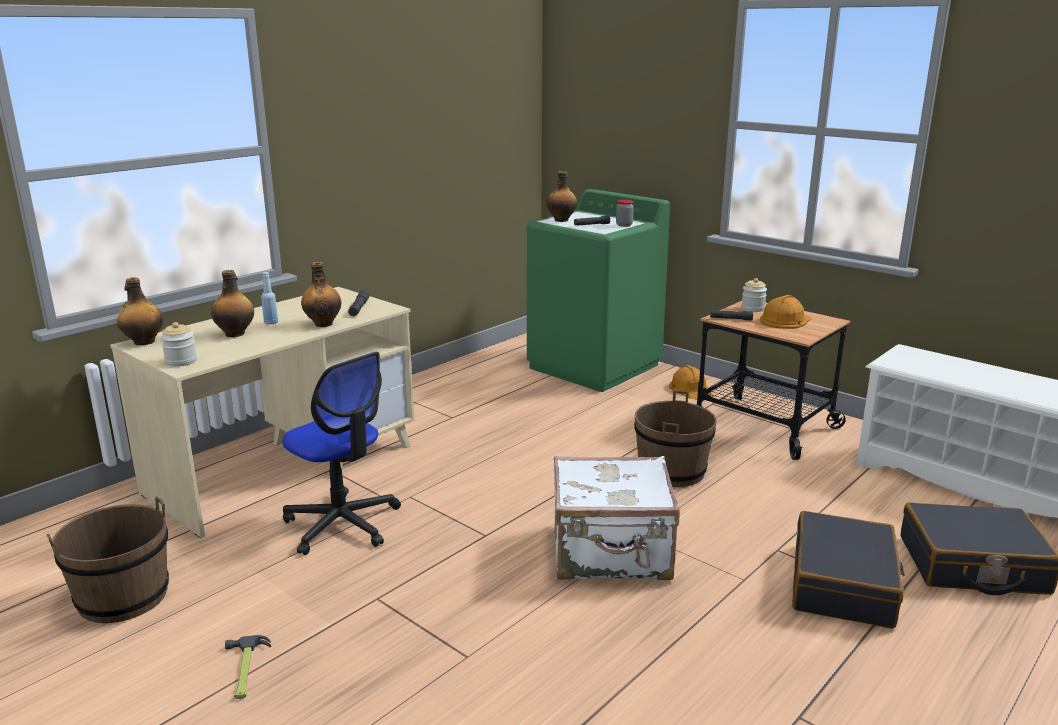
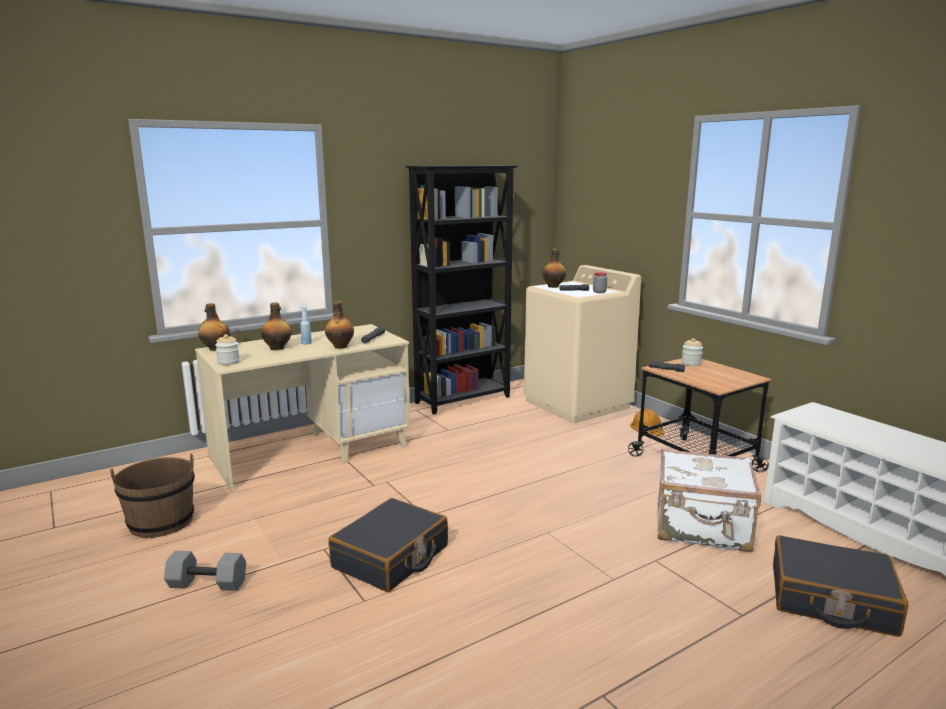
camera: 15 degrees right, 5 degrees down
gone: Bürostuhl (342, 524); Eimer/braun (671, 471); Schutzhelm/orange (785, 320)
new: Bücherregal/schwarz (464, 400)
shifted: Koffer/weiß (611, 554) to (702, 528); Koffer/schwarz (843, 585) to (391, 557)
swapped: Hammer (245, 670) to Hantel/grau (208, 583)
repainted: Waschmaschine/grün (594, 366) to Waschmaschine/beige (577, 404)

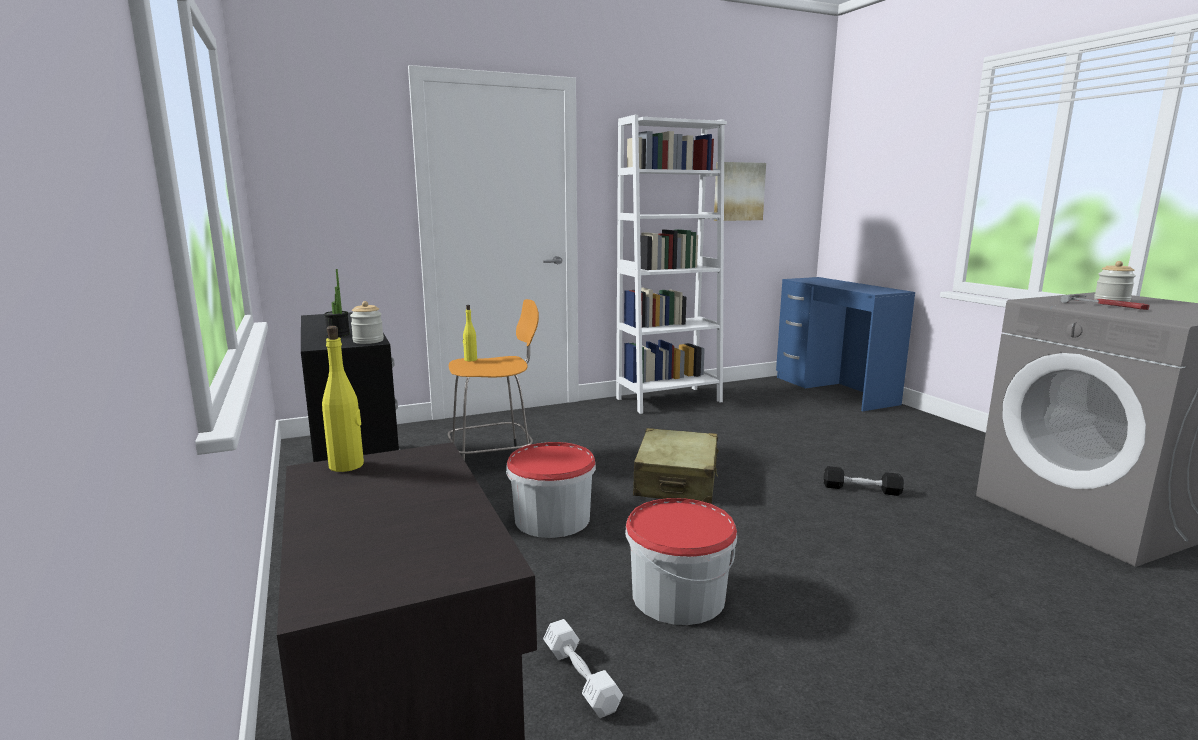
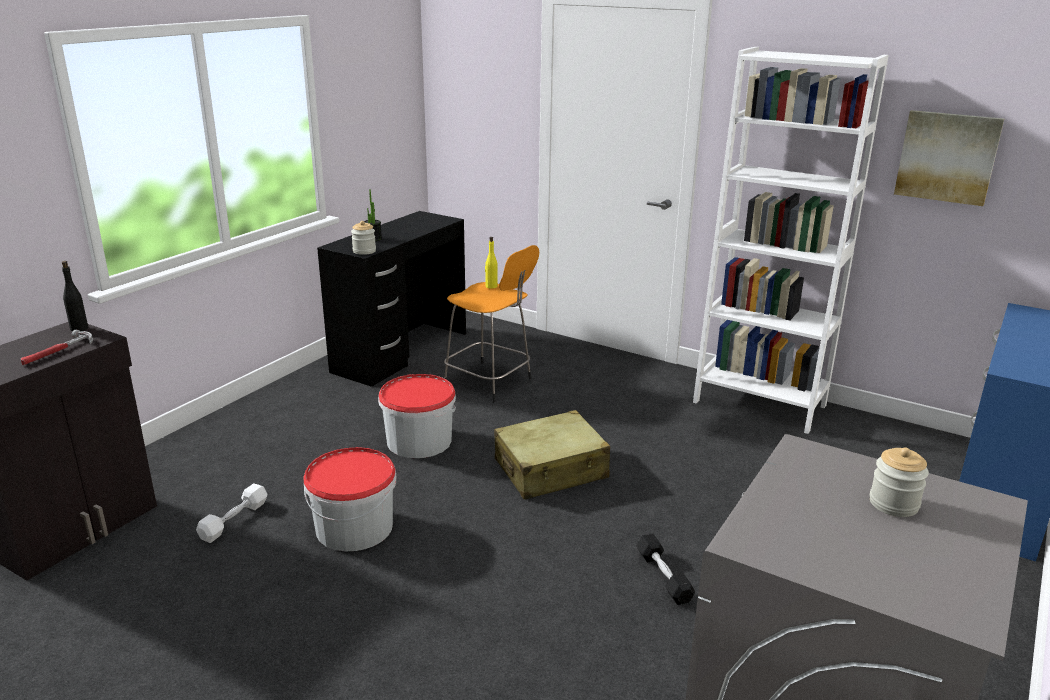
camera: 55 degrees right, 10 degrees up
shifted: Hammer (1105, 306) to (57, 352)
repainted: Flasche/gelb (347, 465) to Flasche/schwarz (79, 328)

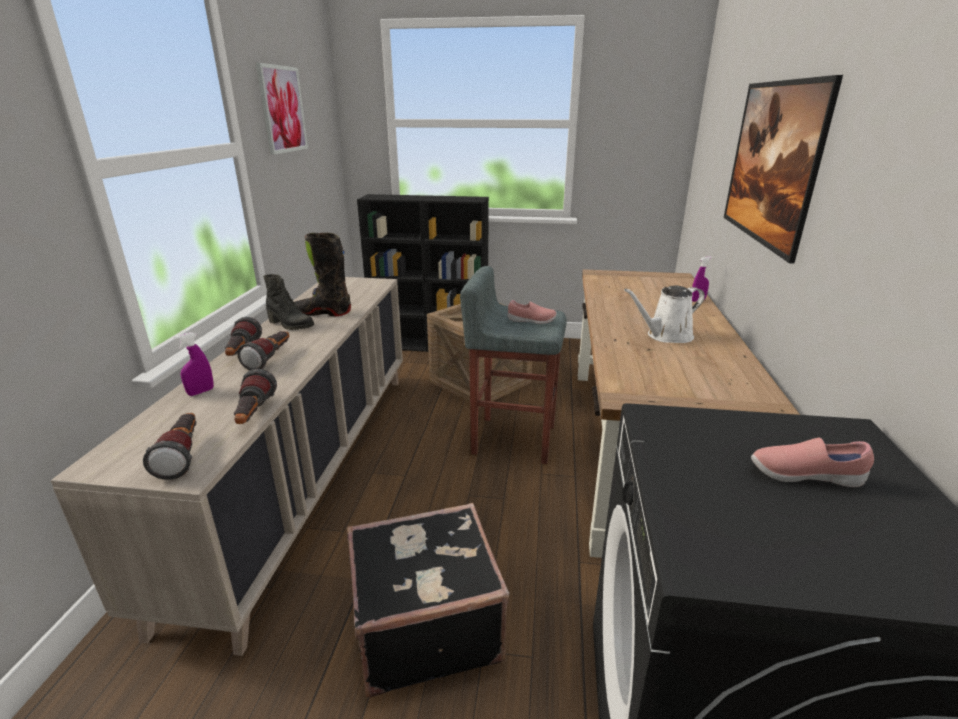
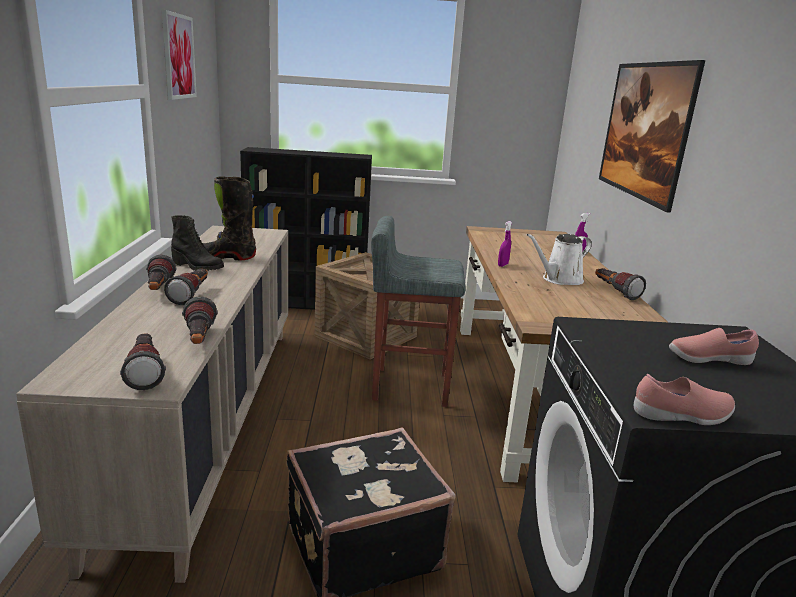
camera: 10 degrees left, 5 degrees down
new: Taschenlampe (614, 292)
shifted: Sprühflasche/lila (201, 392) to (503, 265); Schuh/rosa (531, 321) to (682, 416)

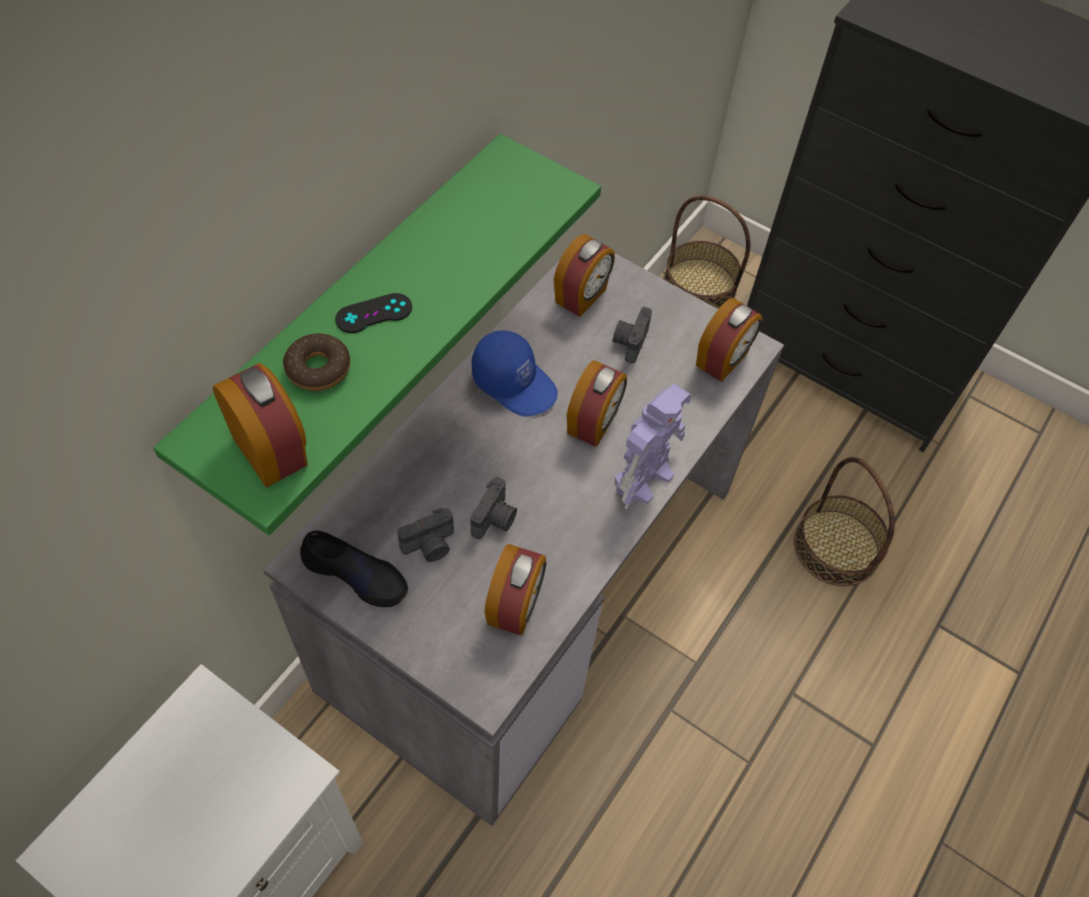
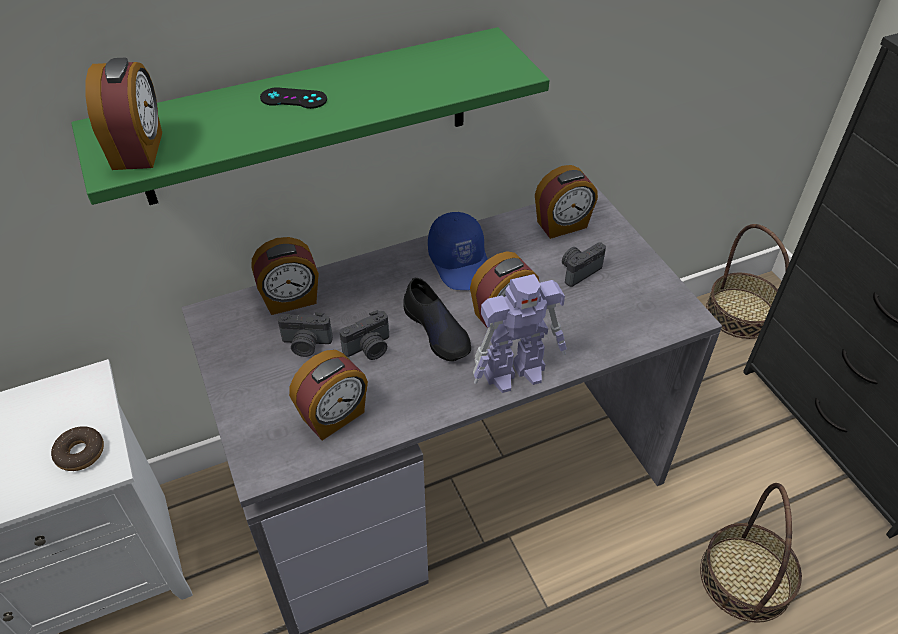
camera: 35 degrees right, 10 degrees down
shifted: Donut (318, 368) to (80, 453); Schuh/schwarz (356, 574) to (437, 330); Wecker (723, 360) to (291, 300)

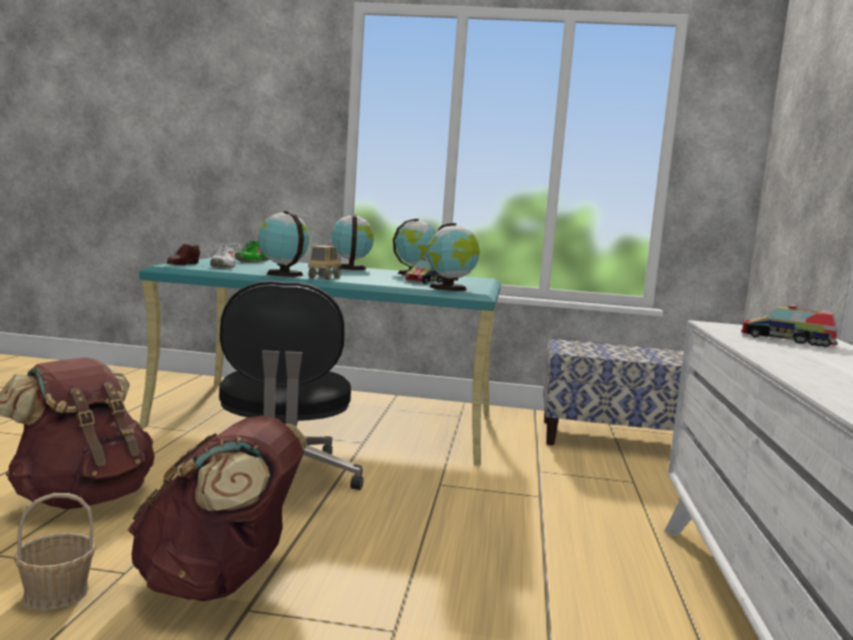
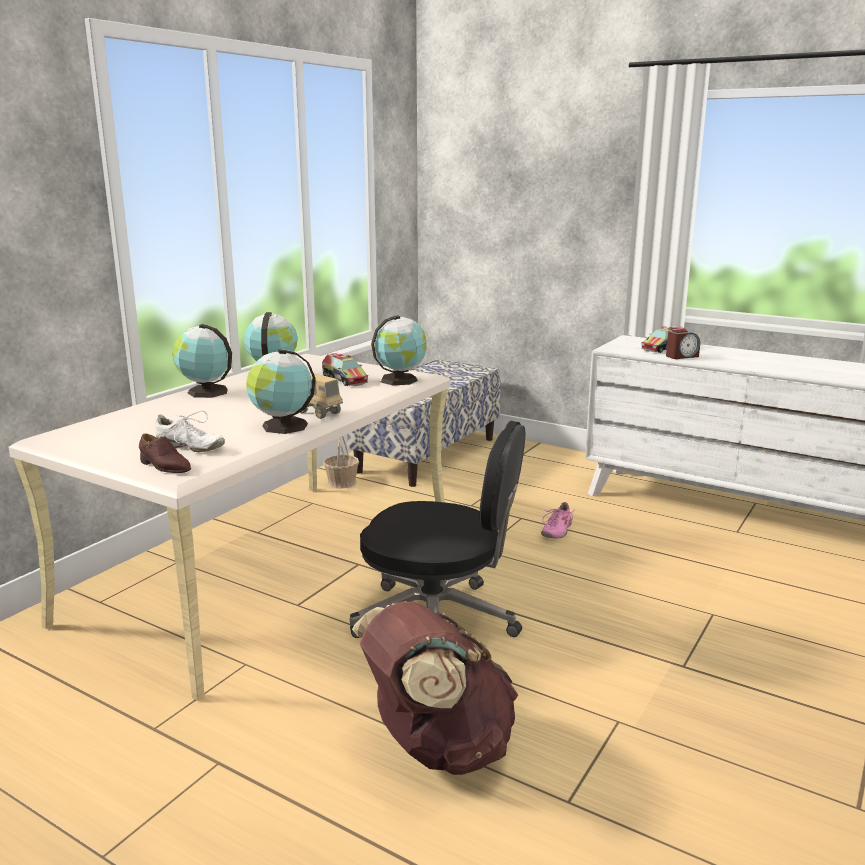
camera: 65 degrees left, 10 degrees up
gone: Rucksack/braun (218, 582); Schuh/grün (252, 261)
new: Schuh/rosa (556, 531); Wecker (681, 356)
shifted: Korb (55, 593) to (341, 482)
repainted: Schreibtisch/türkis (330, 419) to Schreibtisch/beige (270, 568)

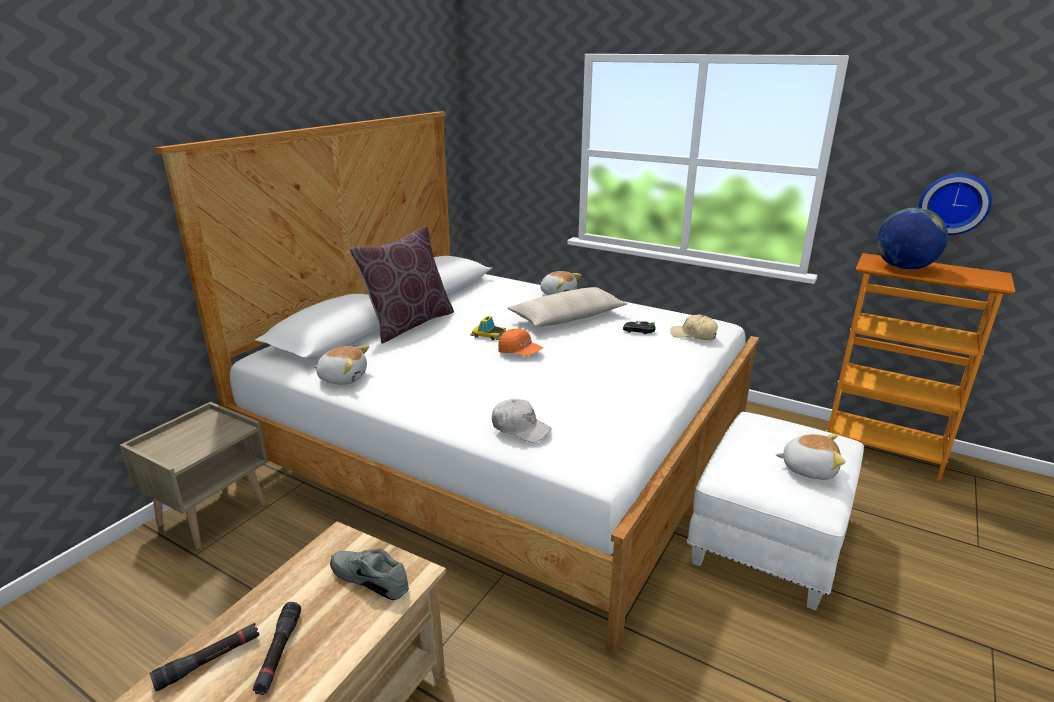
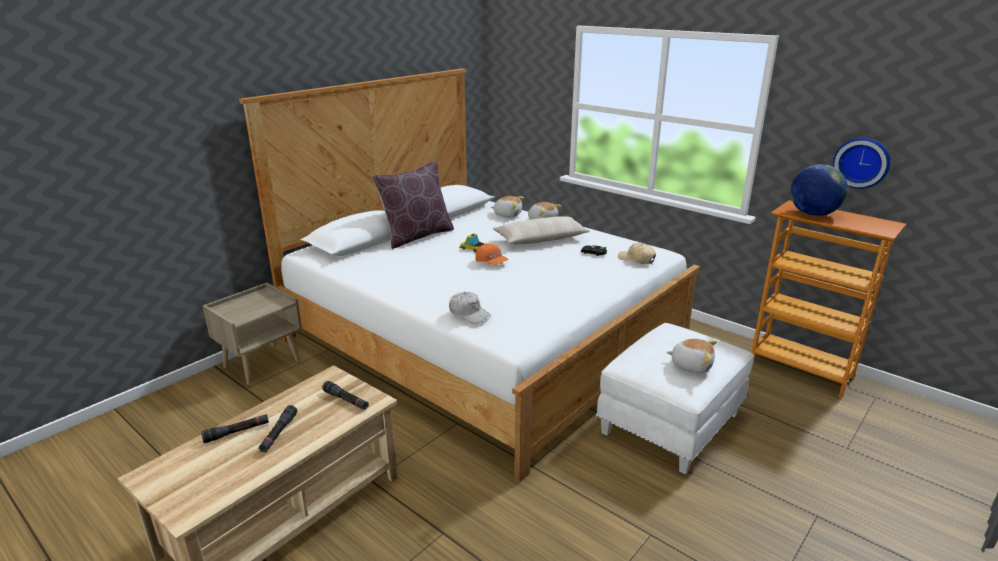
camera: 10 degrees right, 0 degrees up
shifted: Plüschtier (343, 377) to (507, 215)
swapped: Schuh/grau (370, 578) to Taschenlampe/schwarz (346, 400)

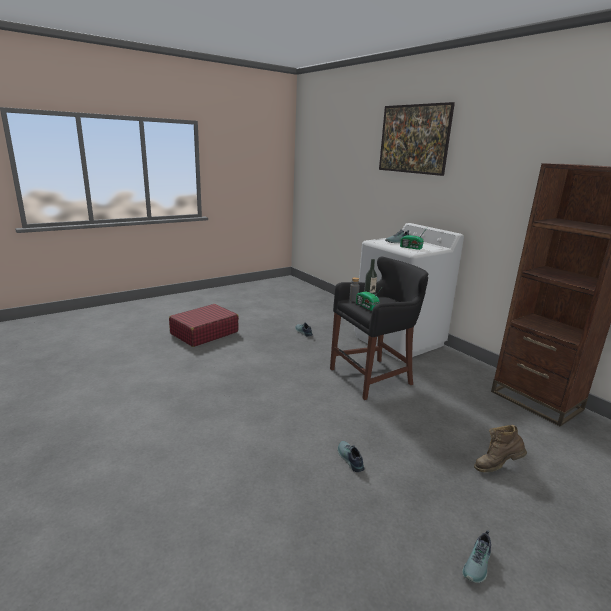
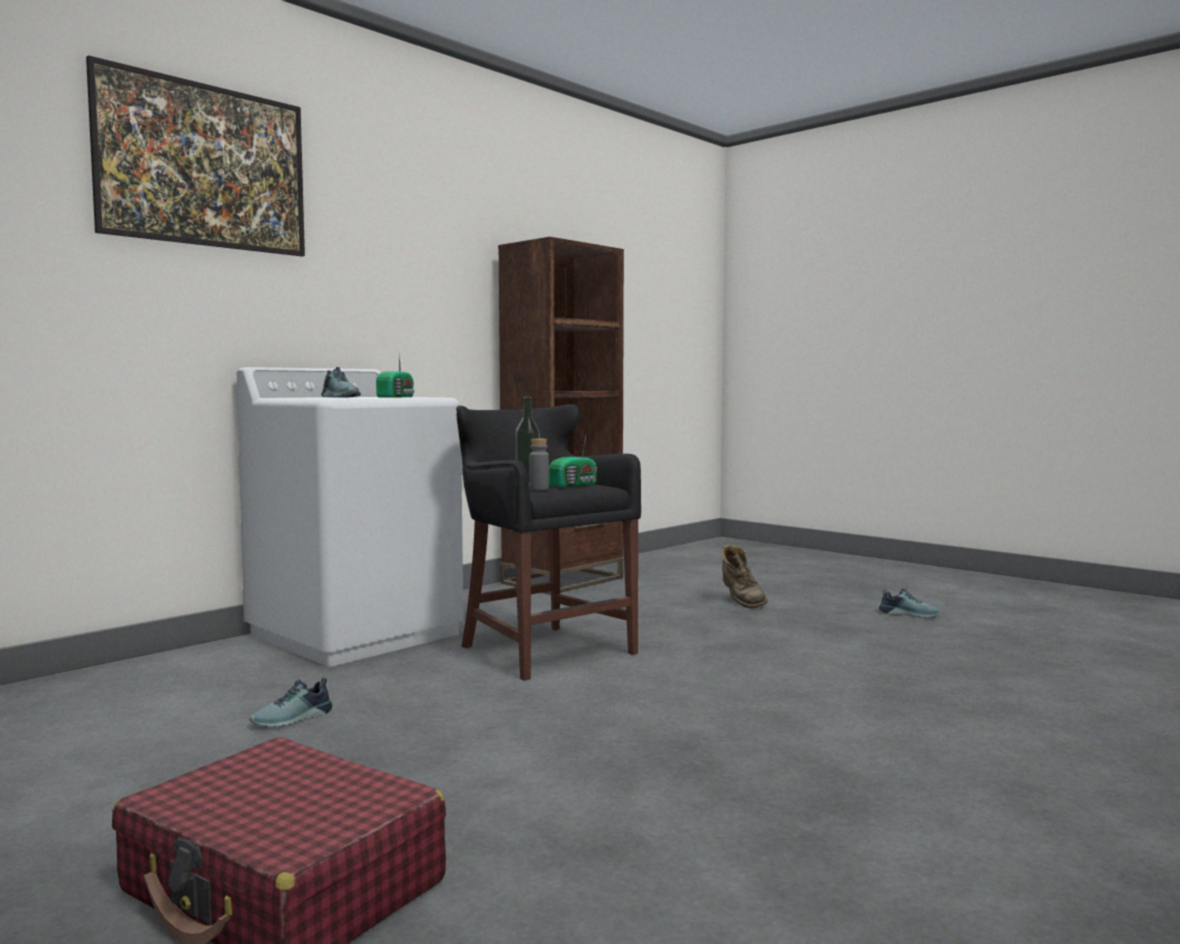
camera: 100 degrees left, 15 degrees down
gone: Schuh (349, 459)

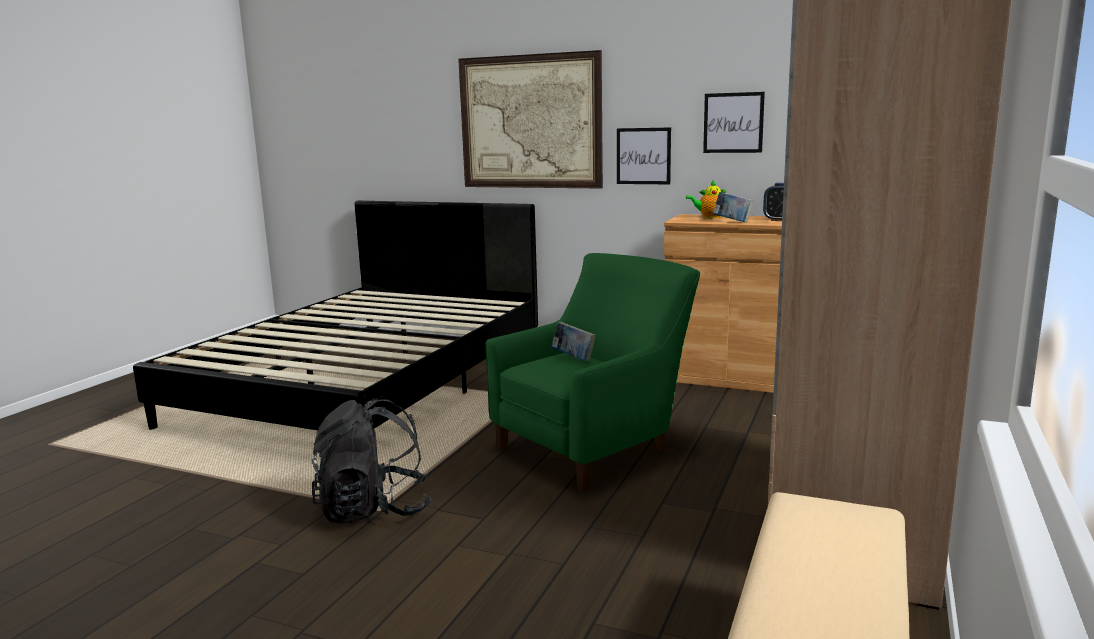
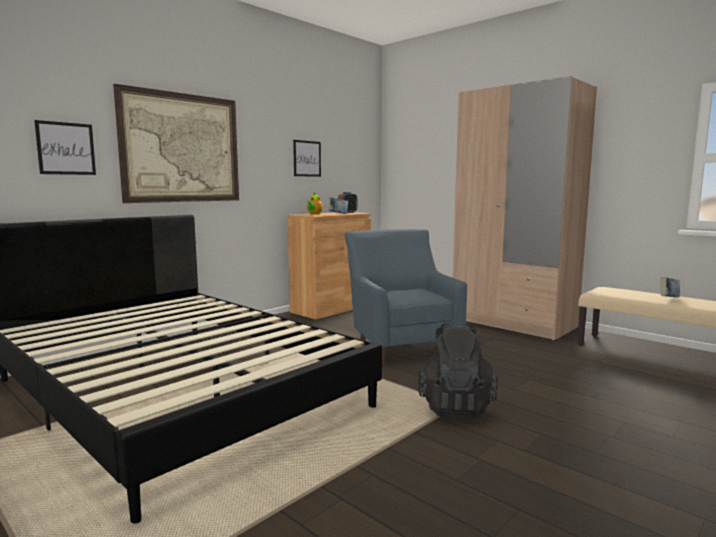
camera: 70 degrees left, 5 degrees down
shifted: Buch (573, 358) to (669, 298); Bild (643, 156) to (66, 148)
repainted: Sessel/grün (597, 446) to Sessel/blau (400, 344)

